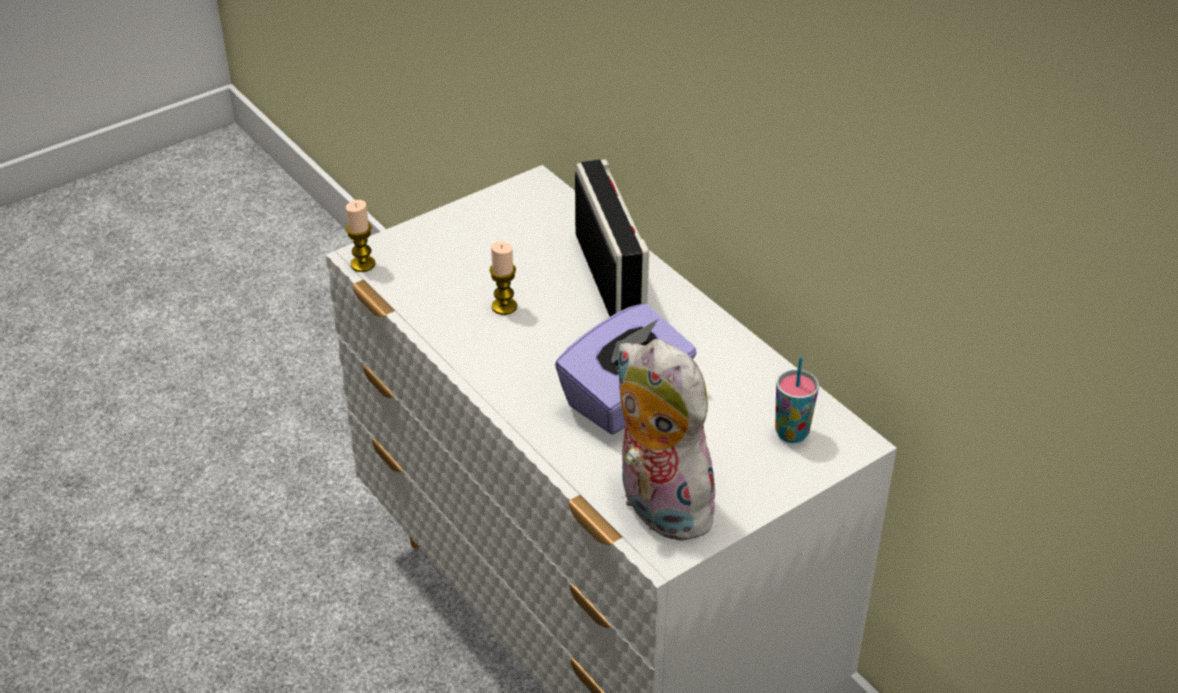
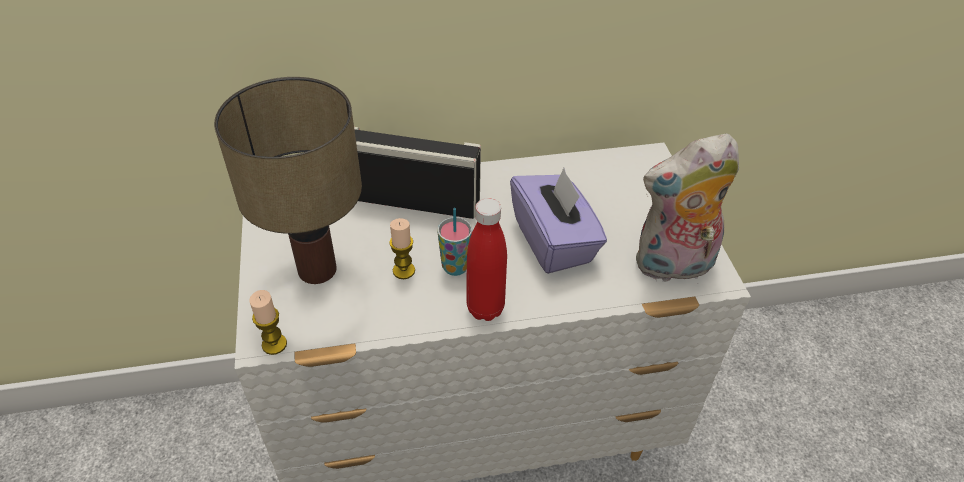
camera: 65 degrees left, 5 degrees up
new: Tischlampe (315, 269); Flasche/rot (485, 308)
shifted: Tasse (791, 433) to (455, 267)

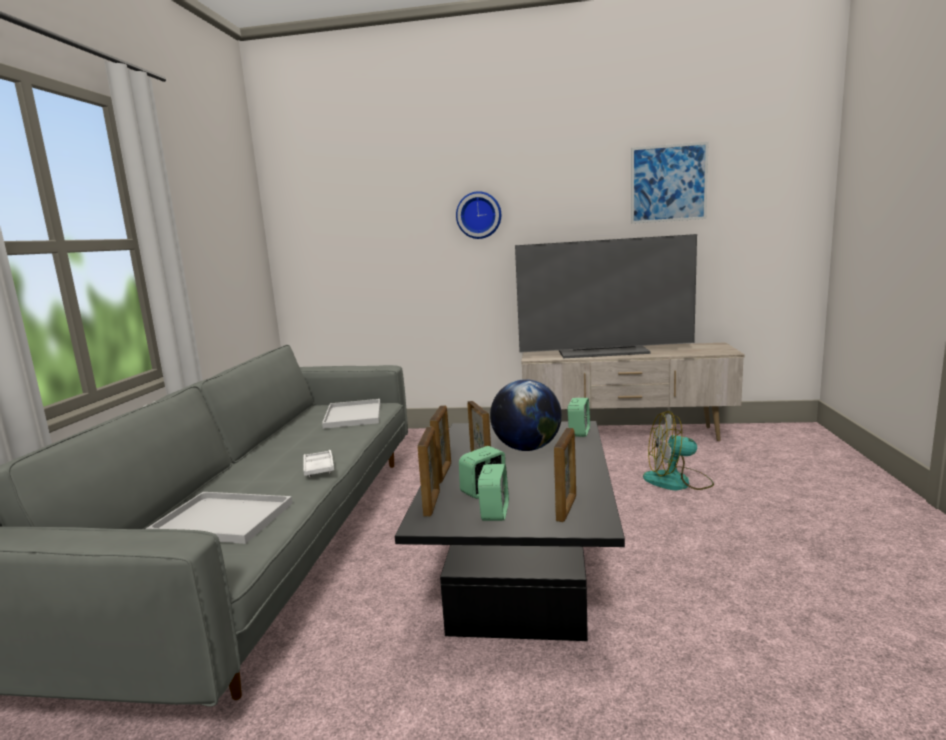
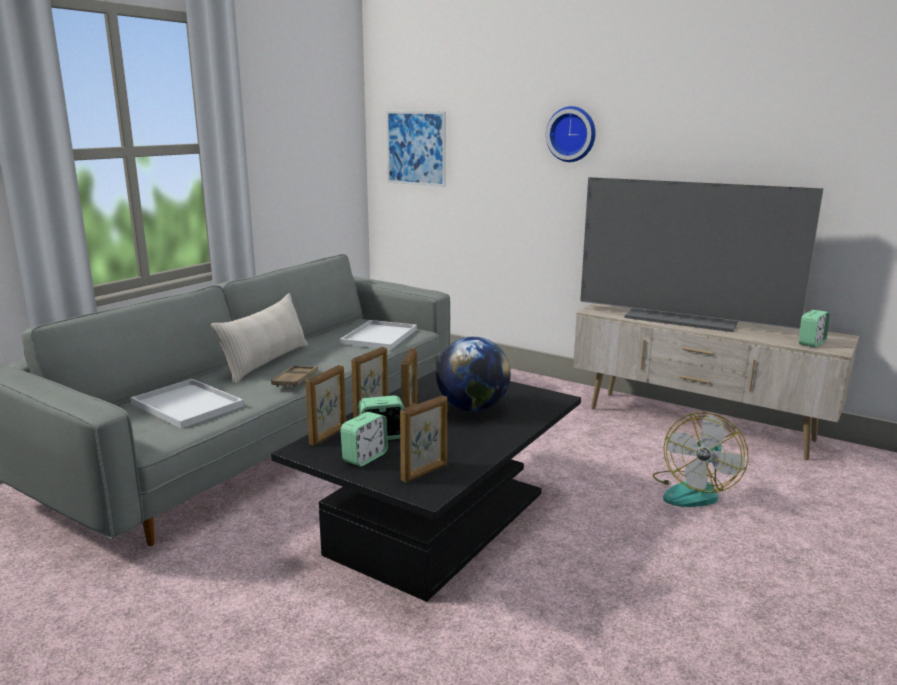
camera: 25 degrees right, 5 degrees up
new: Kissen/beige (266, 362)
shifted: Wecker (579, 432) to (811, 343); Bild (668, 183) to (416, 148)
repainted: Tablett/weiß (319, 467) to Tablett/braun (295, 380)
rotated: Ventilator (677, 481) = (693, 491) 90 degrees counterclockwise

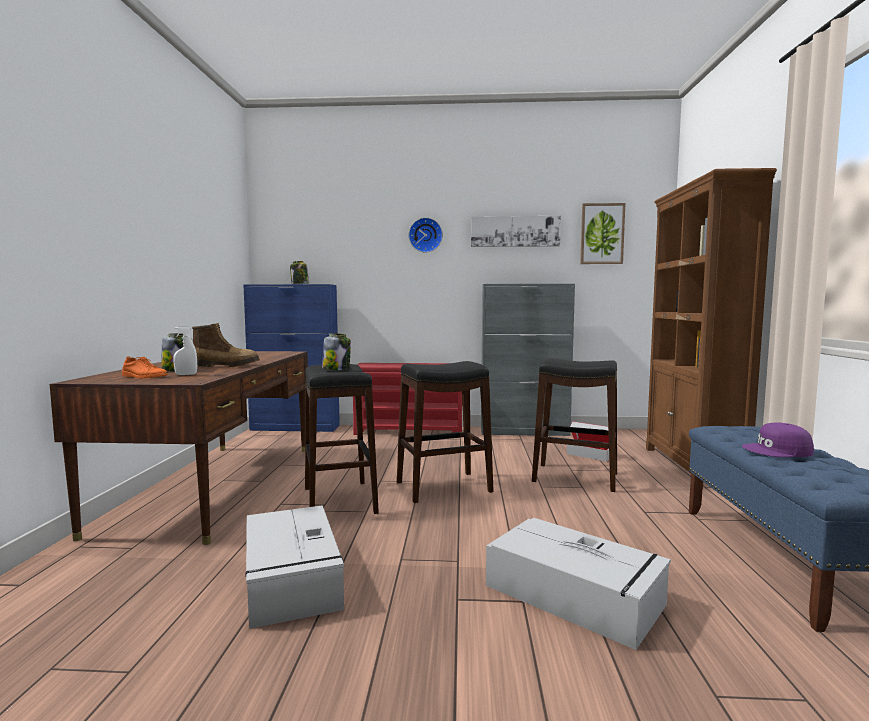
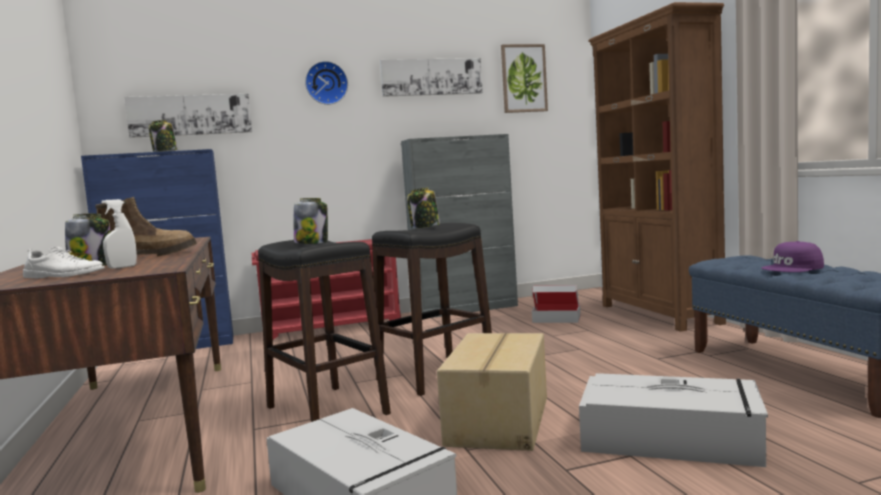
camera: 20 degrees left, 0 degrees up
gone: Hocker/schwarz (575, 477)
new: Bild (190, 115); Vorratsglas (424, 227); Karton (500, 420)
repainted: Schuh/orange (144, 377) to Schuh/weiß (64, 275)

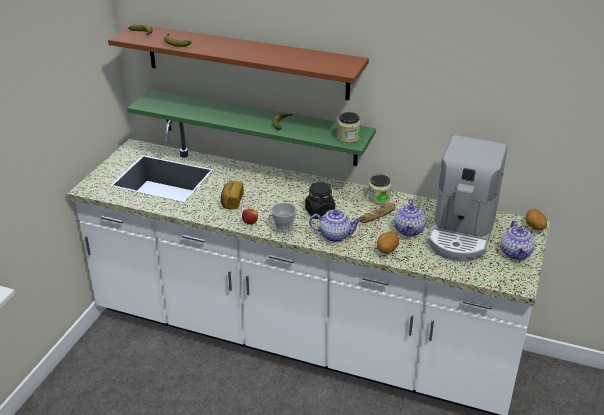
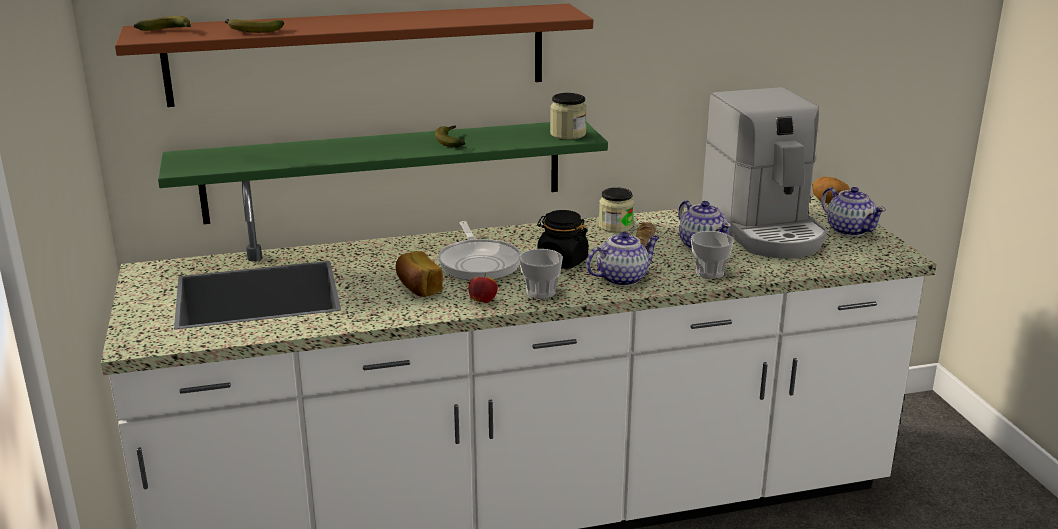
camera: 35 degrees left, 10 degrees down
new: Pfanne (479, 263)
swapped: Kartoffel (386, 250) to Tasse (709, 273)

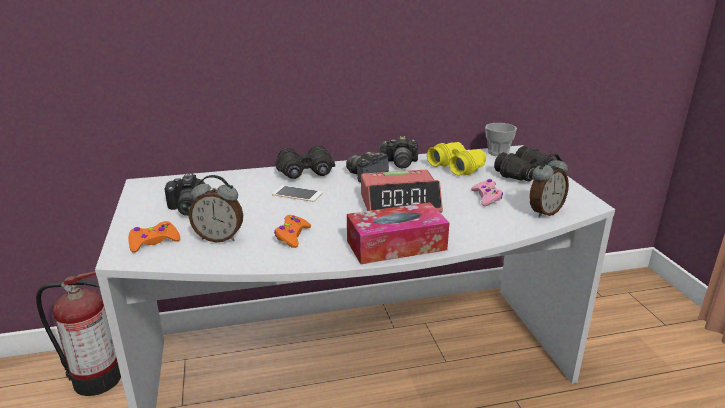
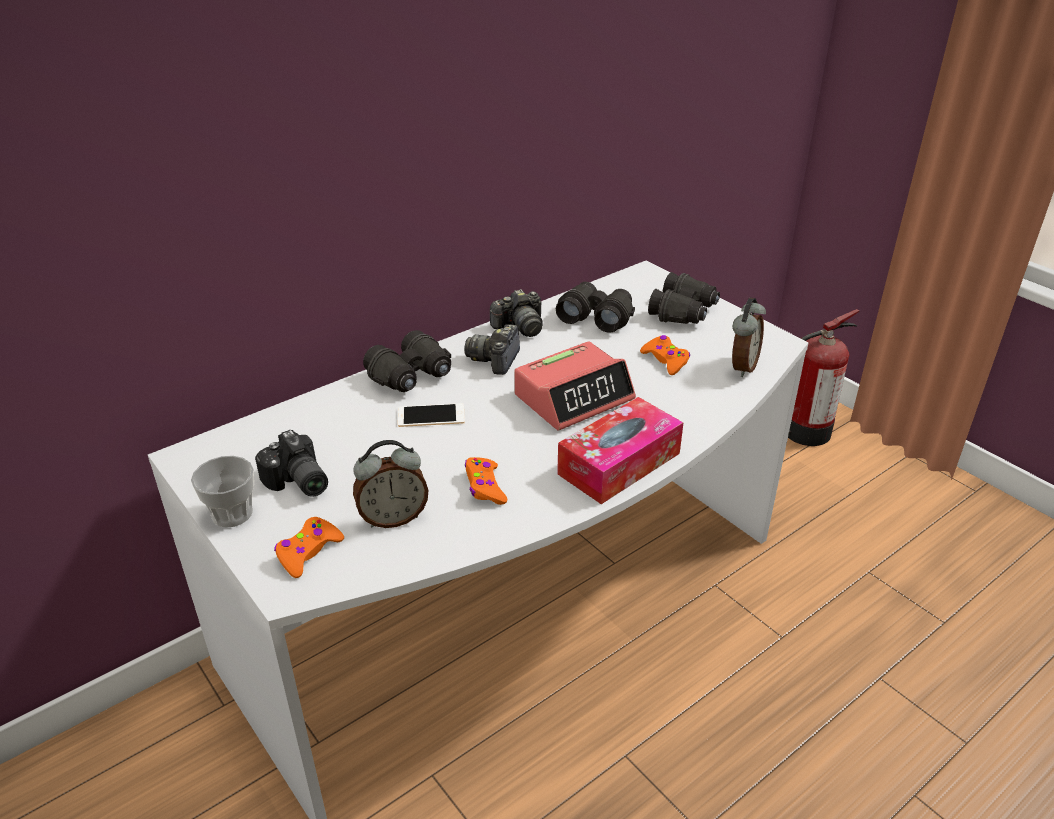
camera: 25 degrees left, 10 degrees up
shifted: Feuerlöscher (94, 379) to (804, 432); Tasse (498, 153) to (232, 514)
repainted: Fernglas/gelb (457, 166) to Fernglas/schwarz (595, 317); Gamepad/rosa (486, 197) to Gamepad/orange (665, 360)

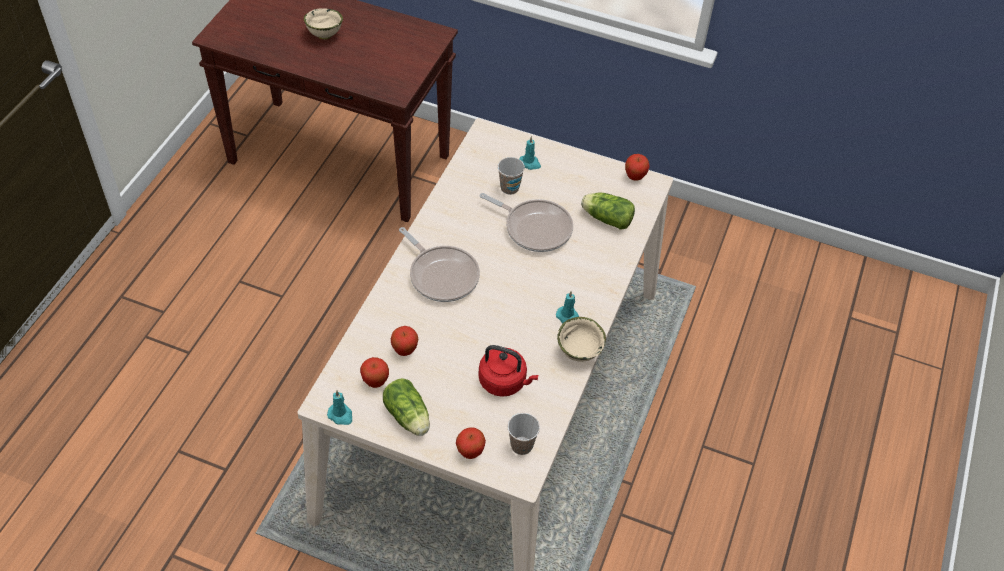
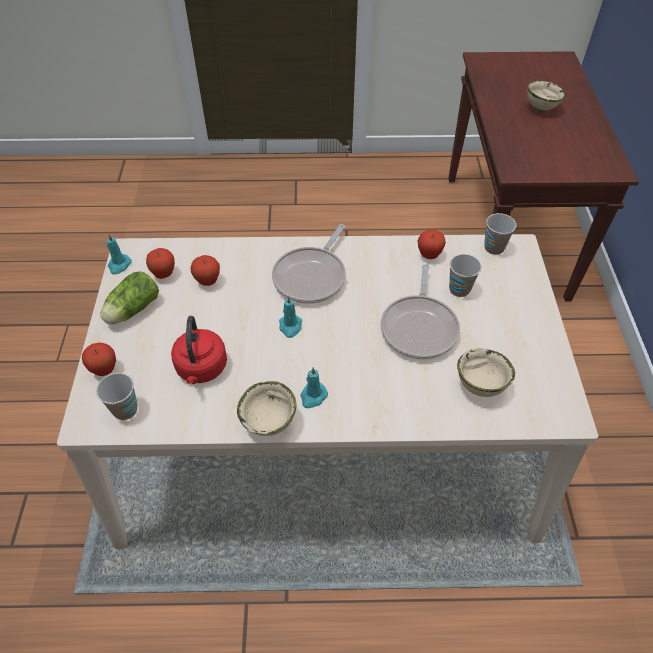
camera: 70 degrees right, 0 degrees up
new: Tasse (494, 248)
shifted: Kerze/türkis (530, 163) to (290, 327); Apfel (635, 177) to (429, 255)
swapped: Salatkopf (605, 218) to Schüssel/beige (479, 386)

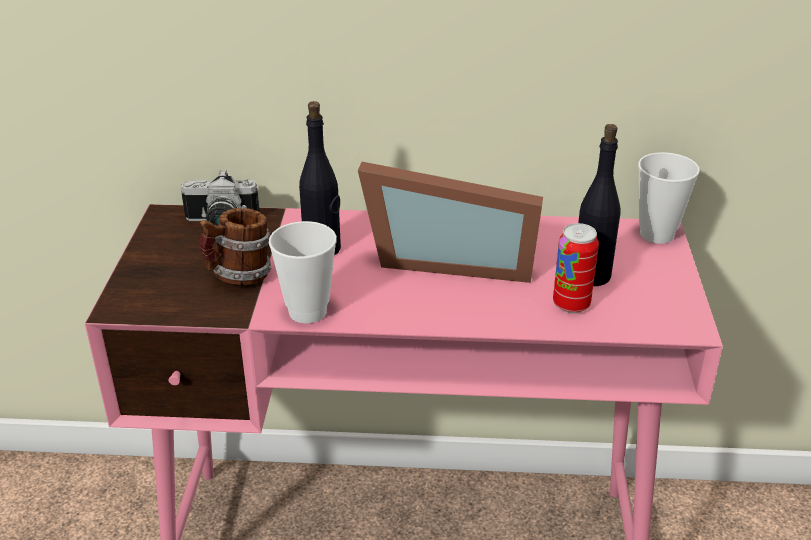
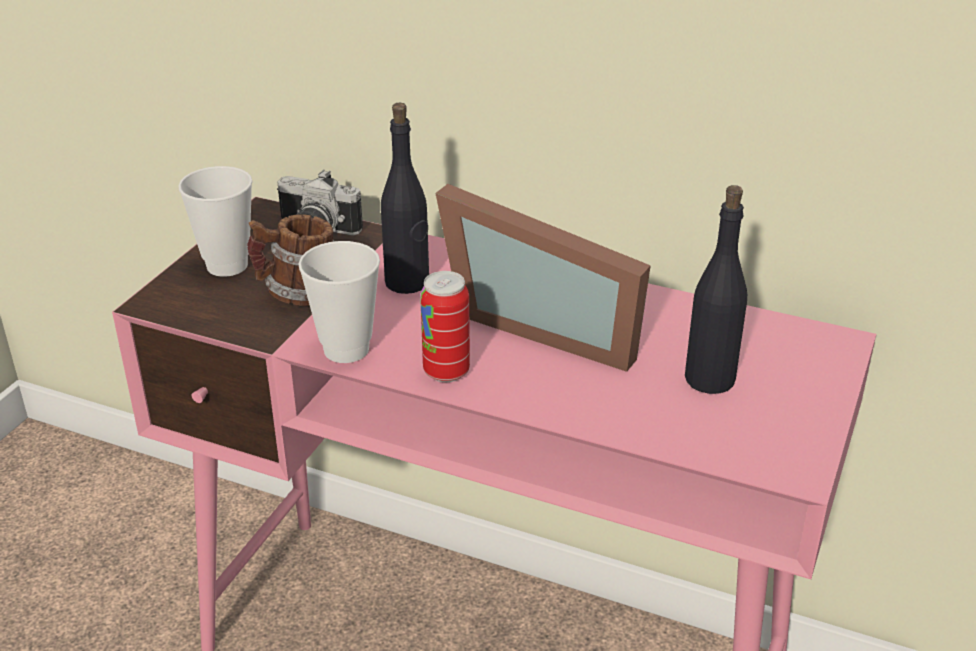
camera: 20 degrees right, 0 degrees up
shifted: Dose (571, 304) to (446, 371); Tasse (656, 234) to (227, 265)

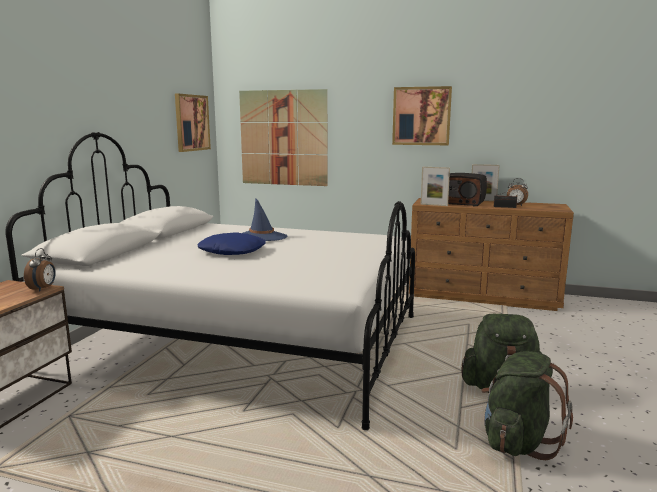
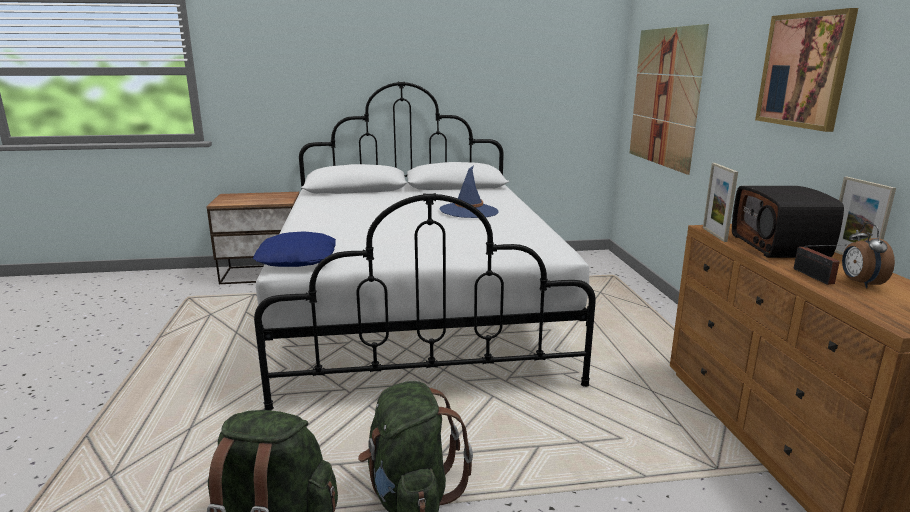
camera: 65 degrees right, 5 degrees up
gone: Wecker (43, 289); Bild (191, 123)
shifted: Kissen/blau (232, 251) to (298, 259)

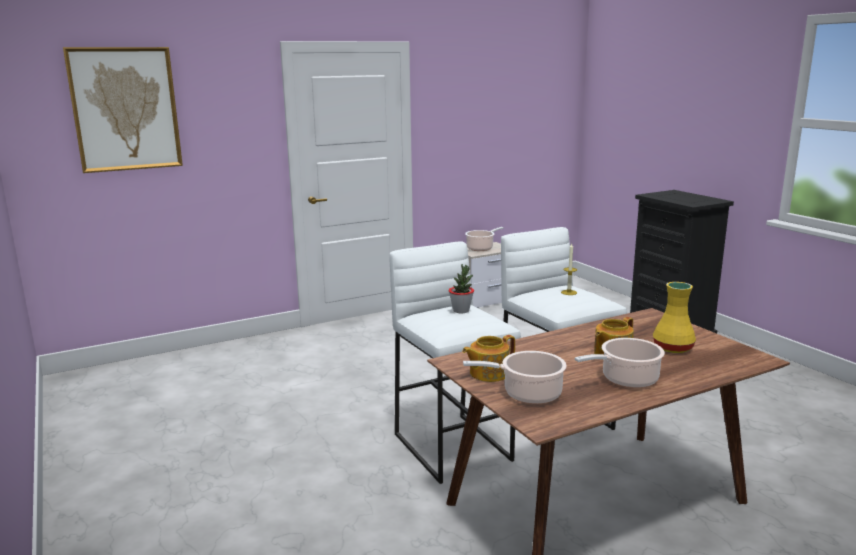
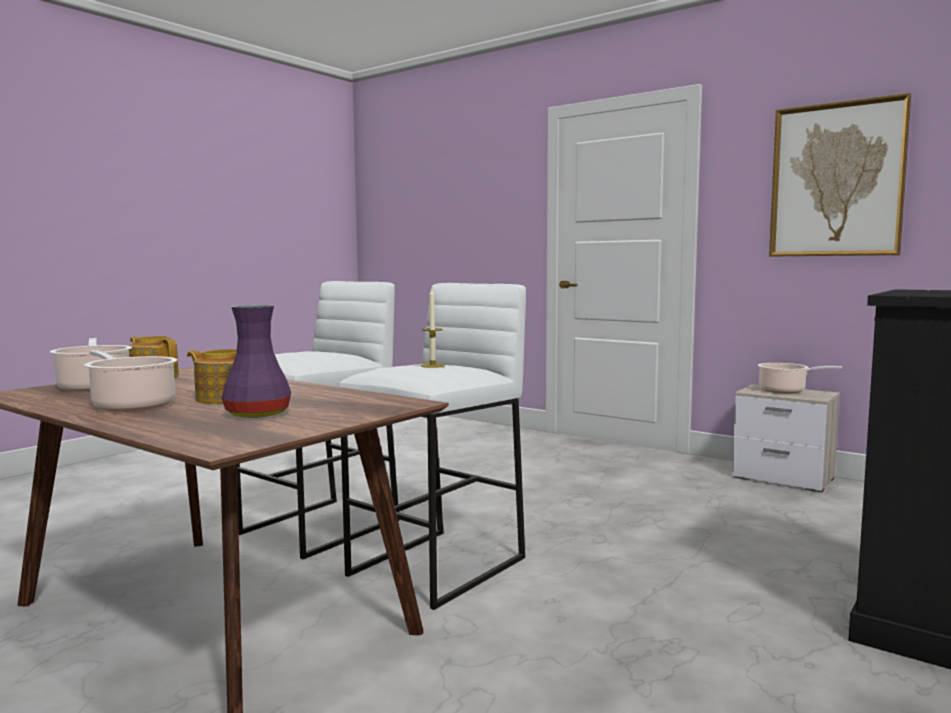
camera: 65 degrees right, 10 degrees down
gone: Topfpflanze (461, 310)
shifted: Bild (125, 109) to (836, 180)
repainted: Vase/gelb (672, 348) to Vase/lila (256, 414)

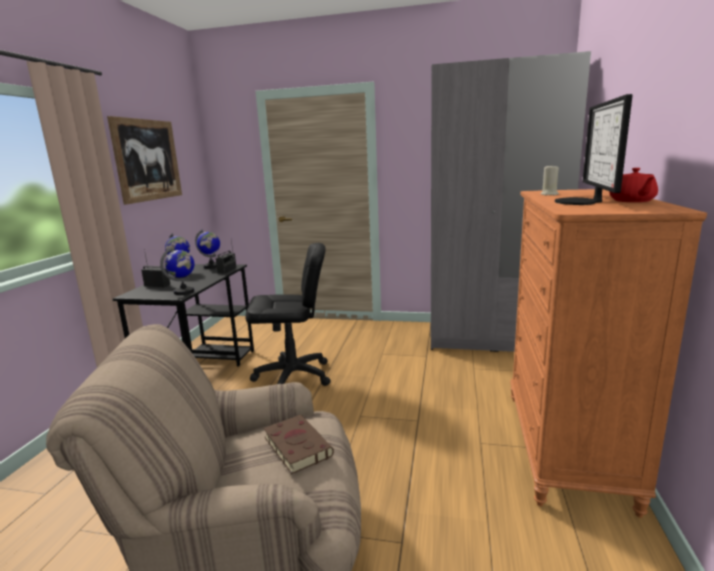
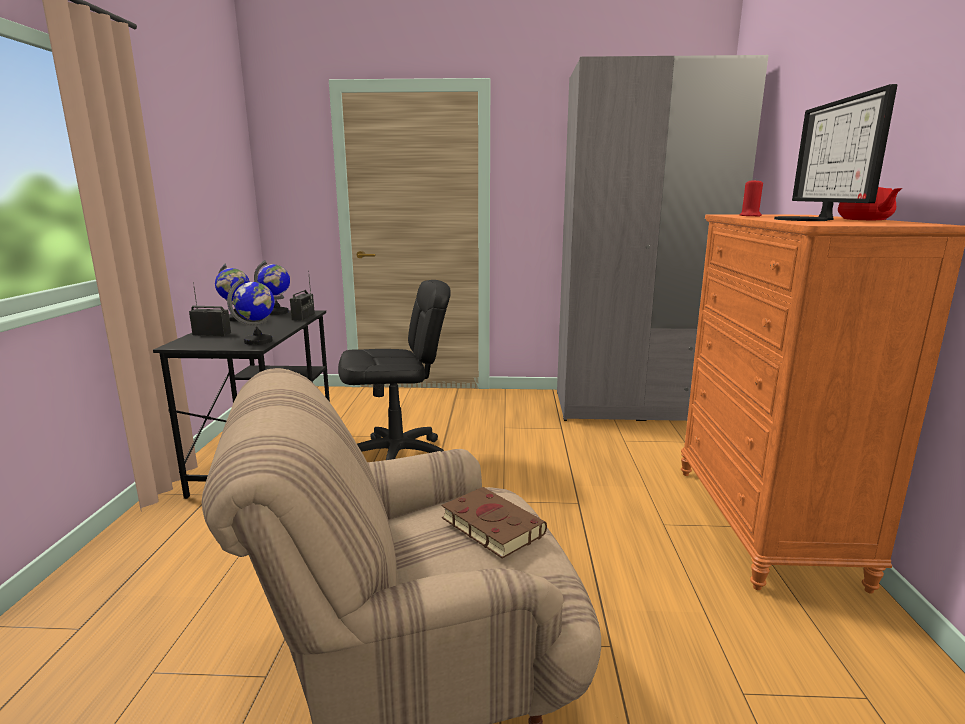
camera: 10 degrees left, 0 degrees up
gone: Bild (147, 160)
repainted: Kerze/beige (549, 194) to Kerze/rot (750, 216)

